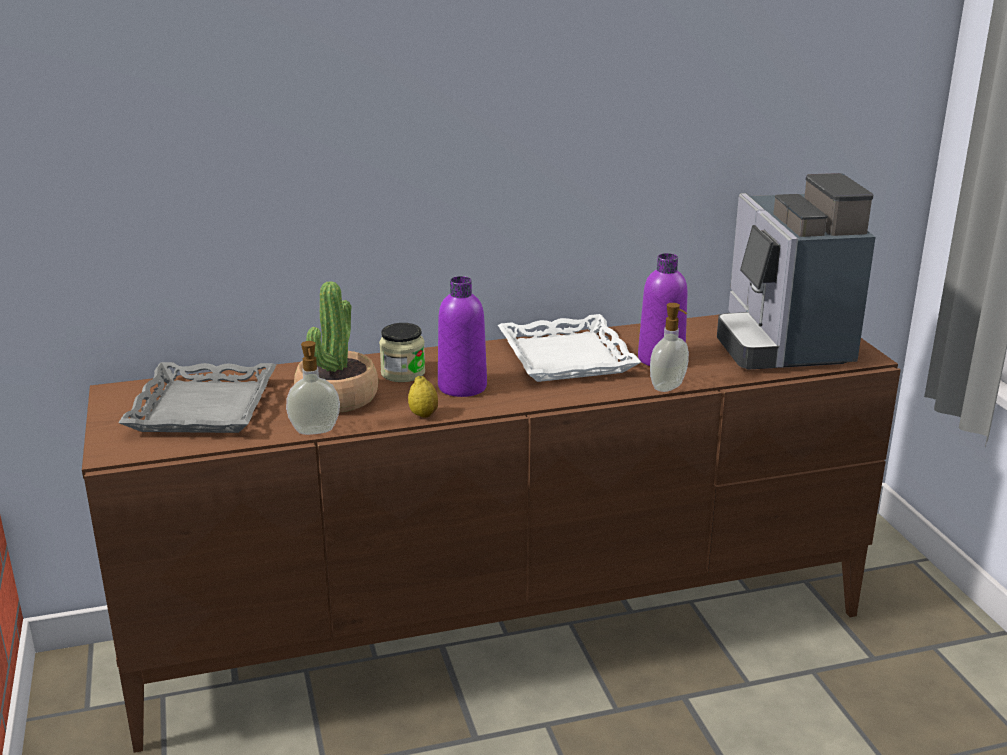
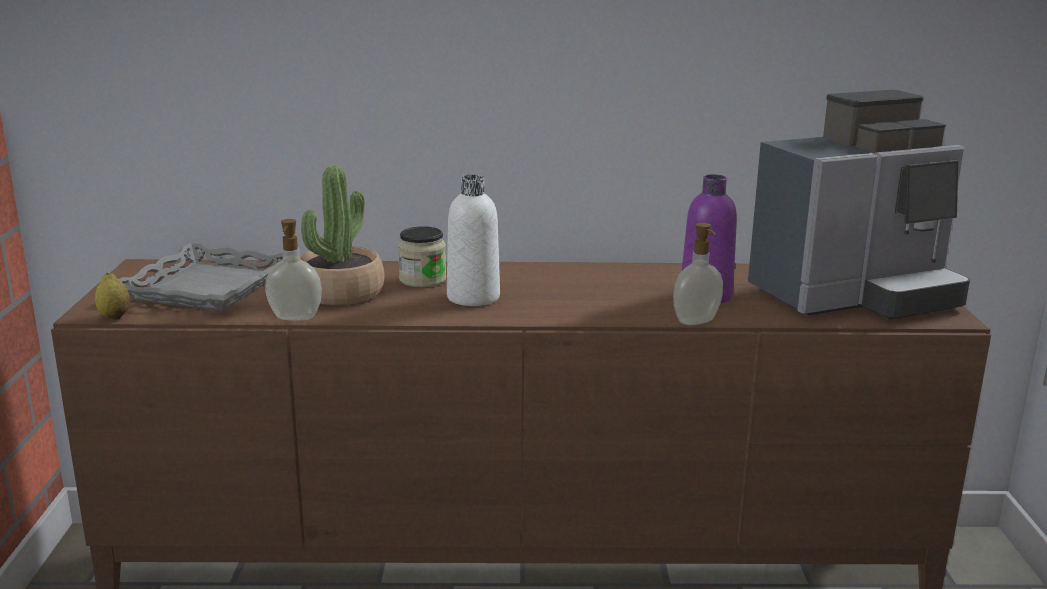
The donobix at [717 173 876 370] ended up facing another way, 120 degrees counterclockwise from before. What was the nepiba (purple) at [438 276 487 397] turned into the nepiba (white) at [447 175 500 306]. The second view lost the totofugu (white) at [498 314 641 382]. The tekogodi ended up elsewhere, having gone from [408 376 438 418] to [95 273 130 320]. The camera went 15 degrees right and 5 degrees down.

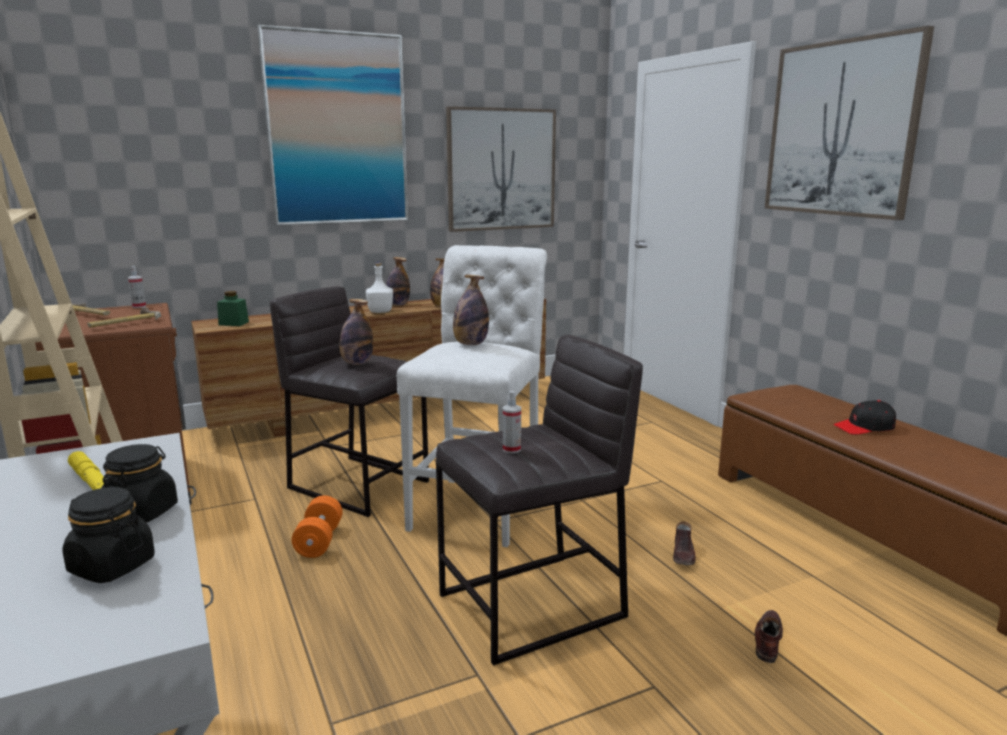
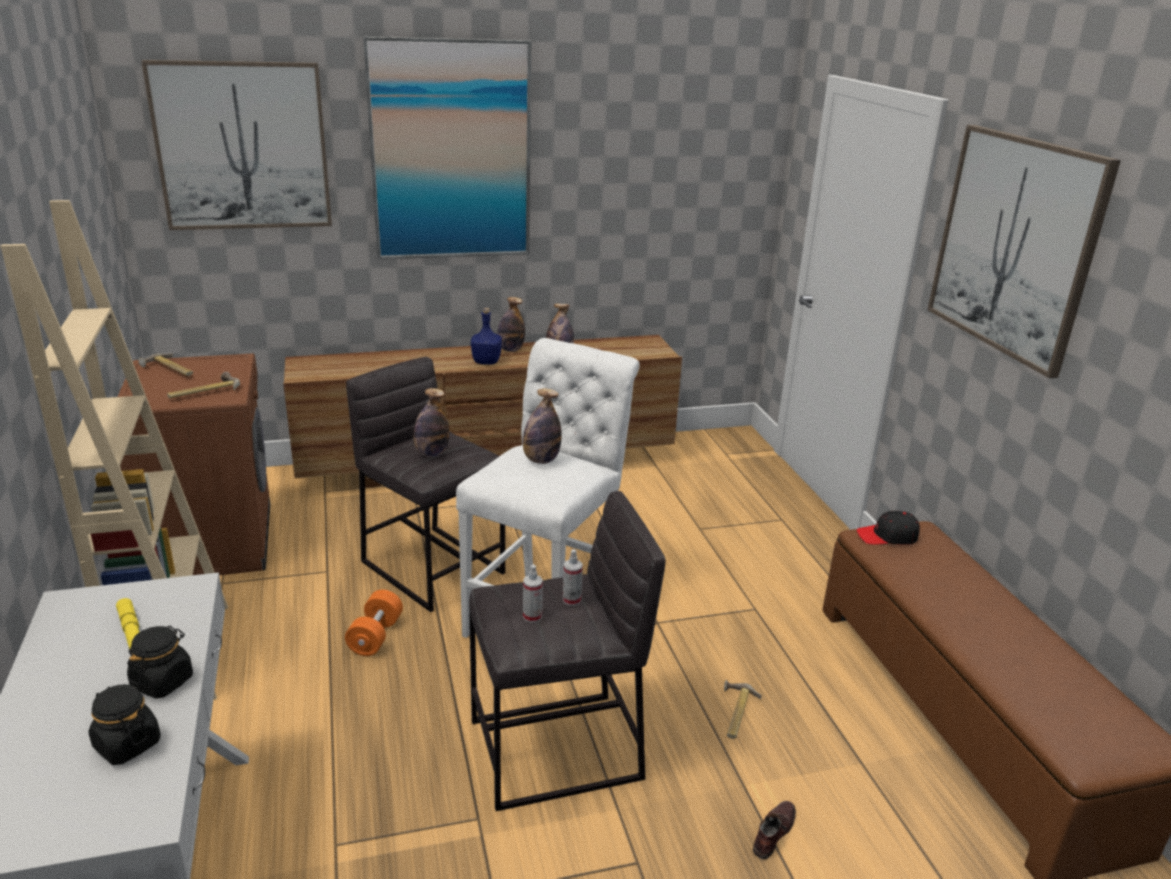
The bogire ended up elsewhere, having gone from [446 106 556 232] to [141 60 332 230]. What was the nepiba (white) at [366 262 393 313] turned into the nepiba (blue) at [471 308 502 365]. The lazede ended up elsewhere, having gone from [128 266 146 308] to [563 549 583 606]. The second view lost the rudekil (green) at [217 291 249 326]. The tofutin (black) ended up elsewhere, having gone from [833 400 896 435] to [857 511 920 545]. Where the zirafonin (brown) stood at [673 521 696 565], the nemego came to stand at [724 680 761 739]. The camera went 10 degrees right and 10 degrees up.

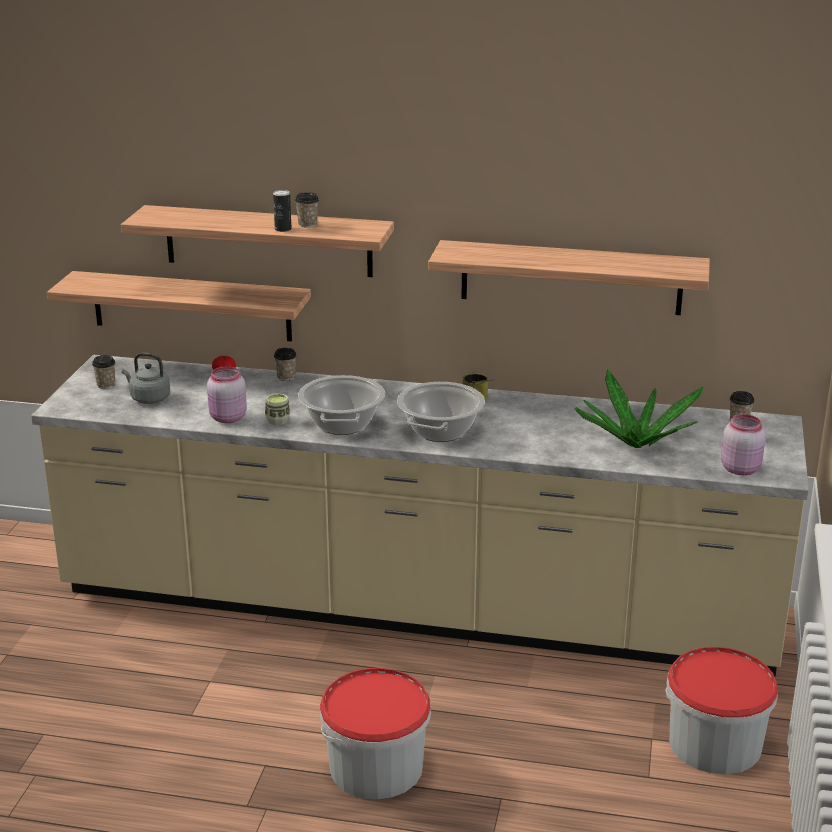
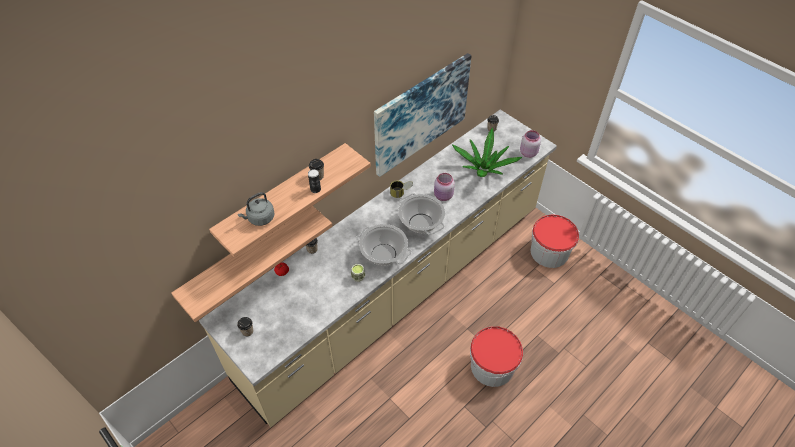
Where the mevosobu hung at [428 240 710 315], the bogire came to hang at [374 53 472 177]. The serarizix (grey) ended up elsewhere, having gone from [122 353 170 404] to [238 192 274 226]. The rudekil (pink) ended up elsewhere, having gone from [207 366 247 423] to [434 173 455 201]. The camera went 55 degrees left and 25 degrees up.

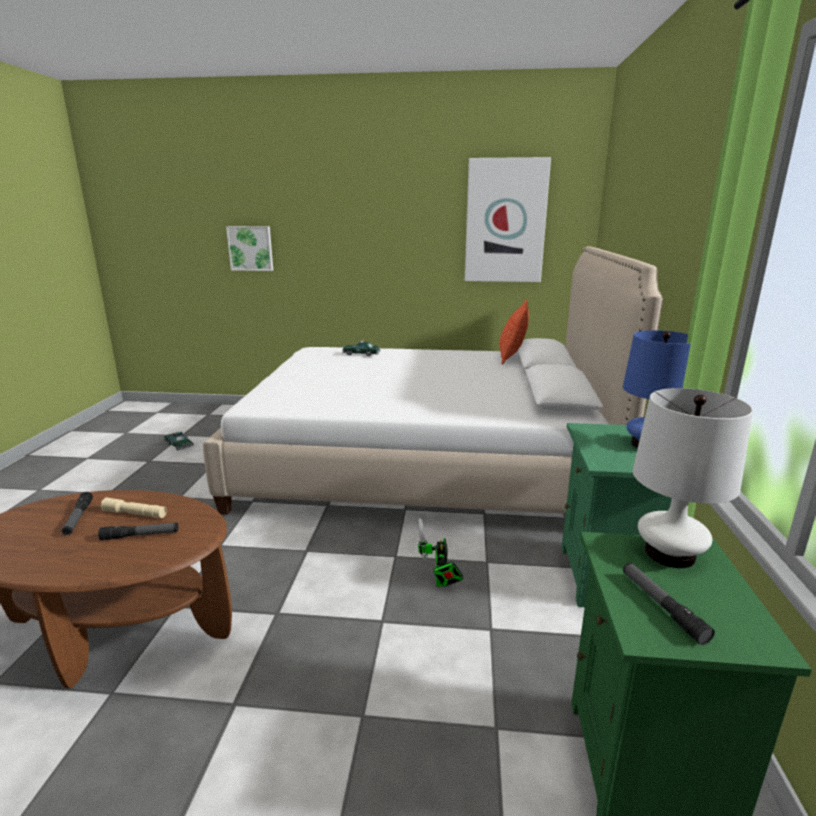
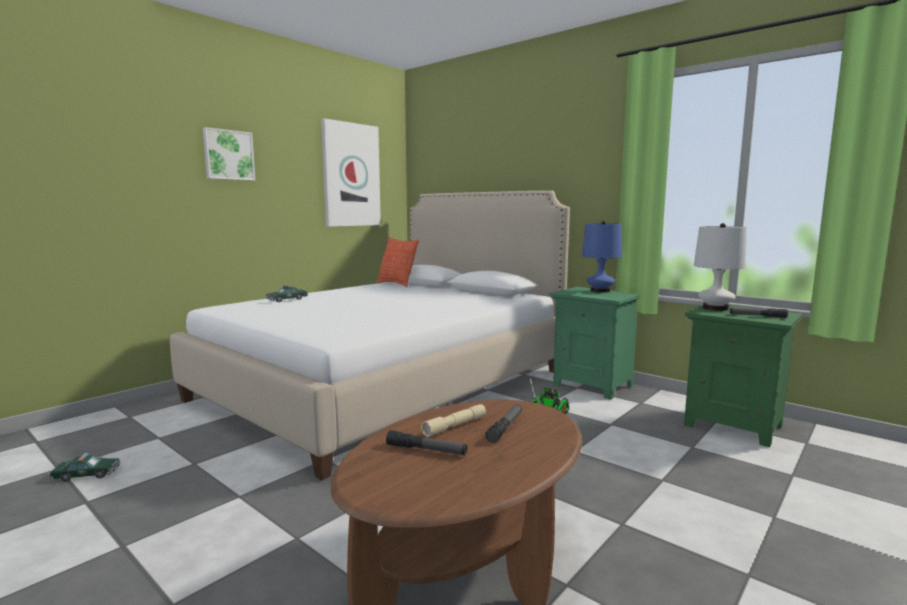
The bogire ended up elsewhere, having gone from [226 226 273 271] to [203 127 255 181]. The camera went 55 degrees left and 10 degrees down.

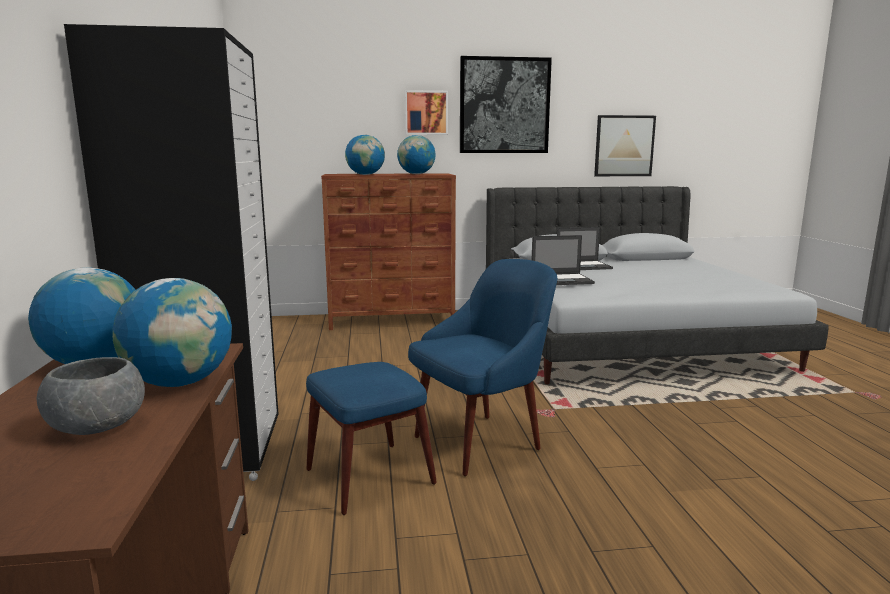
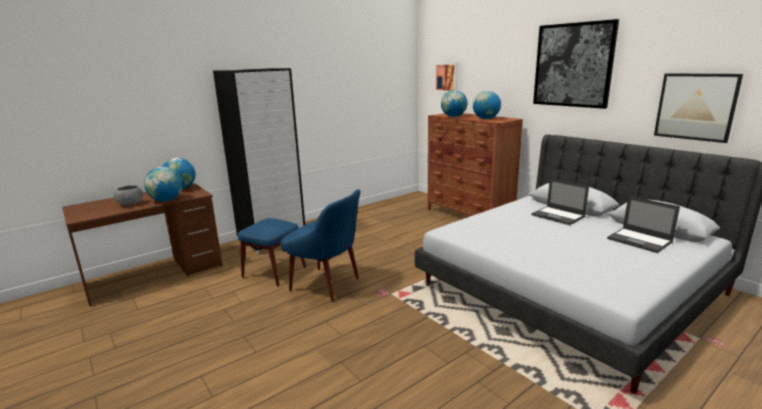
The bogire ended up elsewhere, having gone from [405 90 448 135] to [435 63 458 92]. The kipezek ended up elsewhere, having gone from [532 235 595 285] to [607 196 680 253]. The camera went 60 degrees right and 5 degrees up.

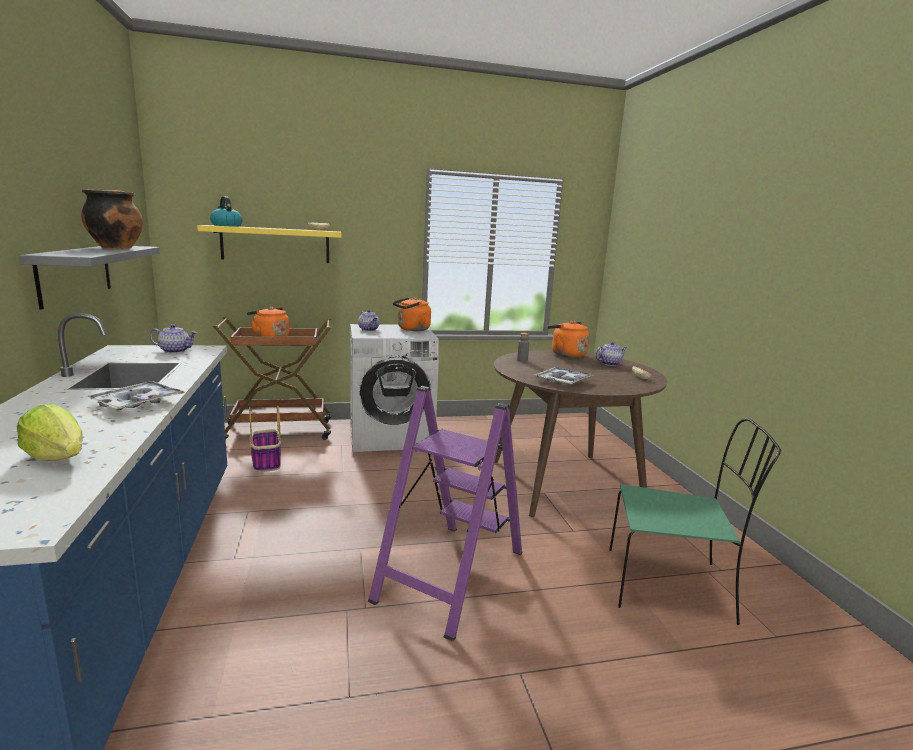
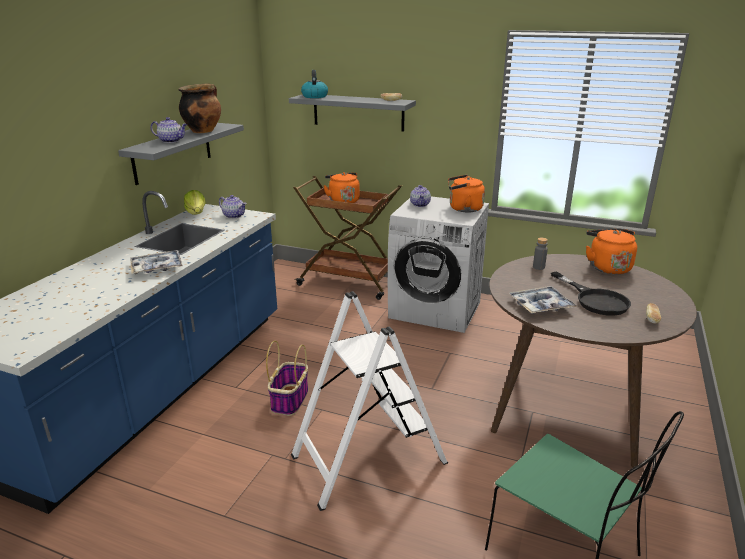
What was the mevosobu (yellow) at [197 225 341 263] turned into the mevosobu (grey) at [289 94 416 132]. The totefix ended up elsewhere, having gone from [595 342 627 366] to [151 117 187 143]. What was the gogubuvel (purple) at [368 386 523 641] turned into the gogubuvel (white) at [291 291 448 511]. The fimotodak ended up elsewhere, having gone from [17 404 83 461] to [184 190 206 215]. The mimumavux ended up elsewhere, having gone from [249 405 281 472] to [266 341 308 416]. The second view gained the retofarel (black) at [551 271 631 316]. The camera went 35 degrees right and 10 degrees up.

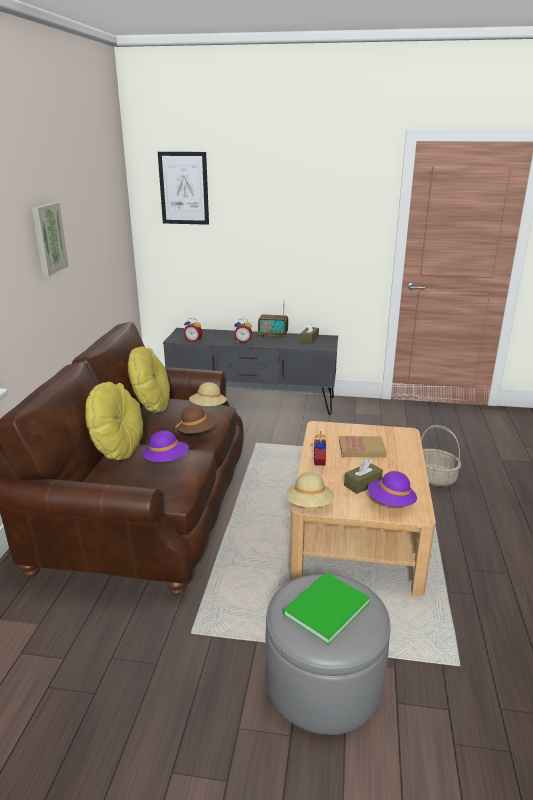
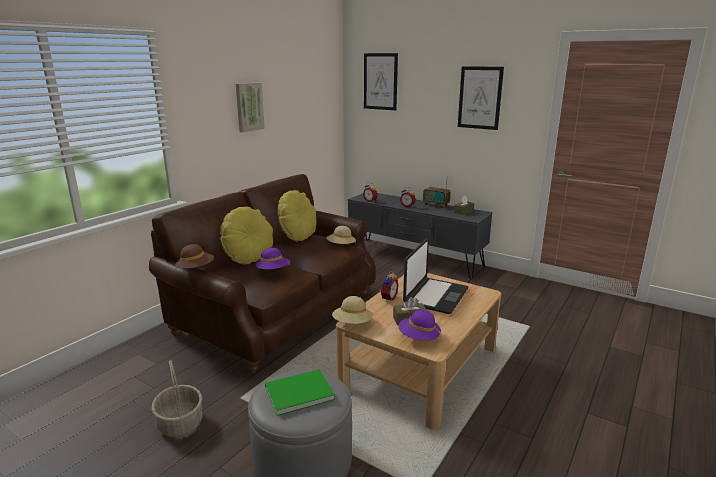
The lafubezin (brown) ended up elsewhere, having gone from [175 405 216 434] to [175 244 214 269]. The mimumavux ended up elsewhere, having gone from [421 425 461 487] to [151 360 202 437]. Where the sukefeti stood at [339 436 387 458], the kipezek came to stand at [403 238 468 314]. The second view gained the bogire at [458 66 504 130]. The camera went 25 degrees right and 5 degrees down.

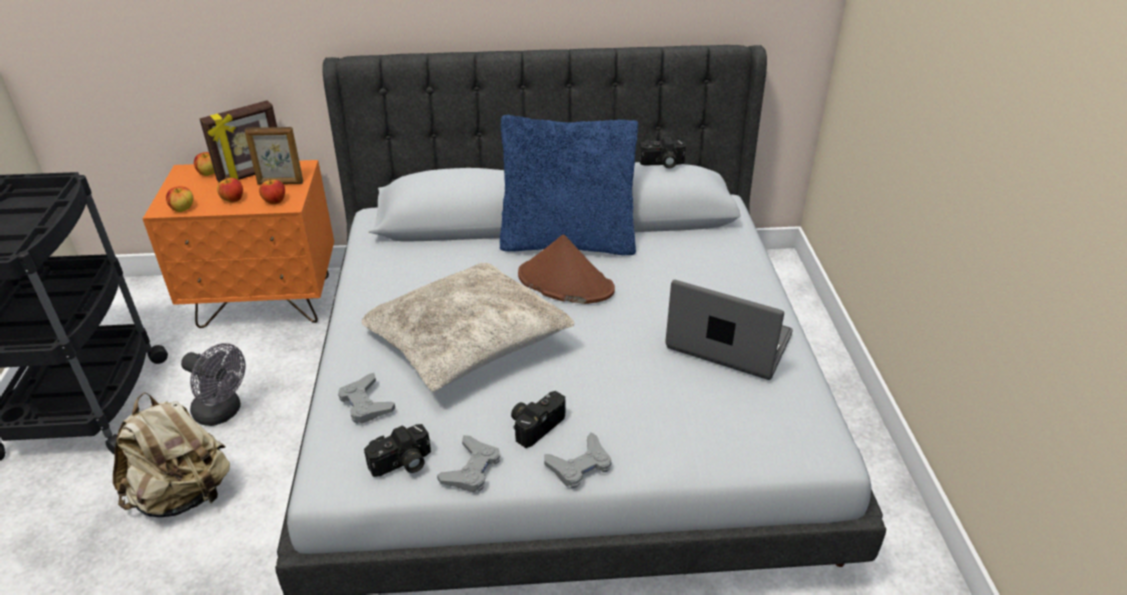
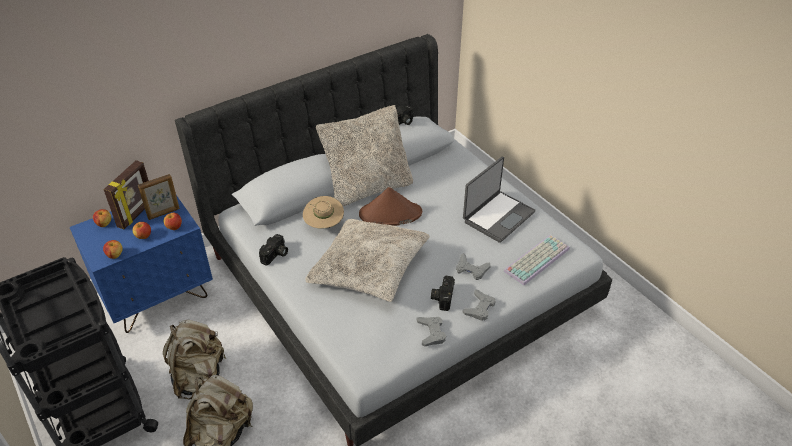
What was the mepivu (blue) at [500 115 639 256] turned into the mepivu (beige) at [316 105 413 207]. What was the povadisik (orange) at [142 160 334 328] turned into the povadisik (blue) at [69 195 213 333]. The kipezek at [665 280 793 380] ended up facing another way, 135 degrees clockwise from before. Where the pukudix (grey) stood at [181 343 245 426], the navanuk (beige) came to stand at [163 320 227 400]. The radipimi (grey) ended up elsewhere, having gone from [338 373 395 424] to [456 253 491 280]. The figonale ended up elsewhere, having gone from [364 424 431 477] to [259 234 288 266]. The second view gained the lafubezin (beige) at [303 196 344 229]. The second view gained the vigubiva at [503 235 570 286]. The camera went 30 degrees left and 5 degrees up.

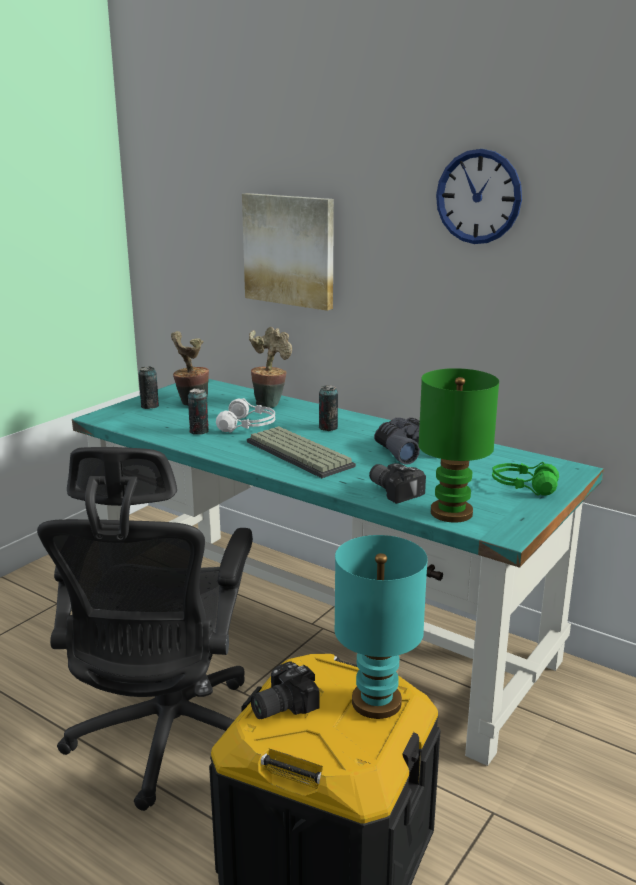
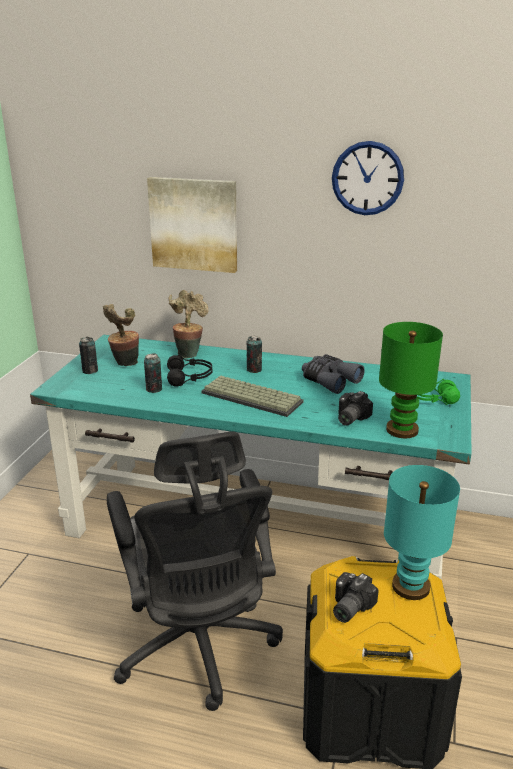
What was the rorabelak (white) at [216 398 275 433] turned into the rorabelak (black) at [167 355 212 387]. The figonale at [369 463 426 504] ended up facing another way, 90 degrees counterclockwise from before. The camera went 20 degrees left and 5 degrees up.

